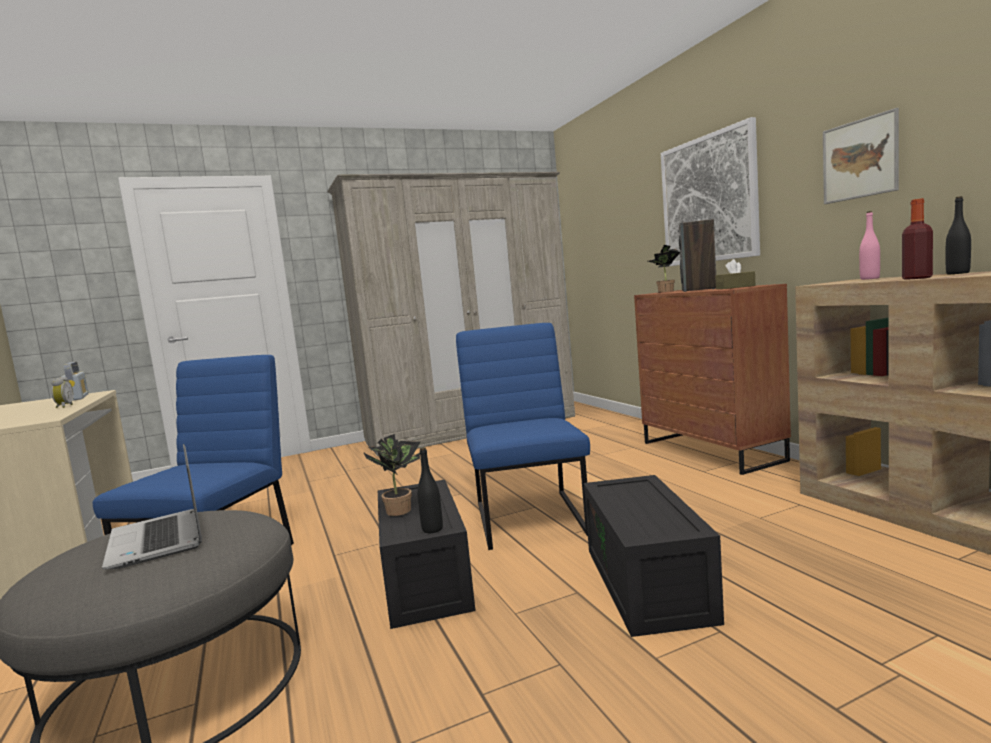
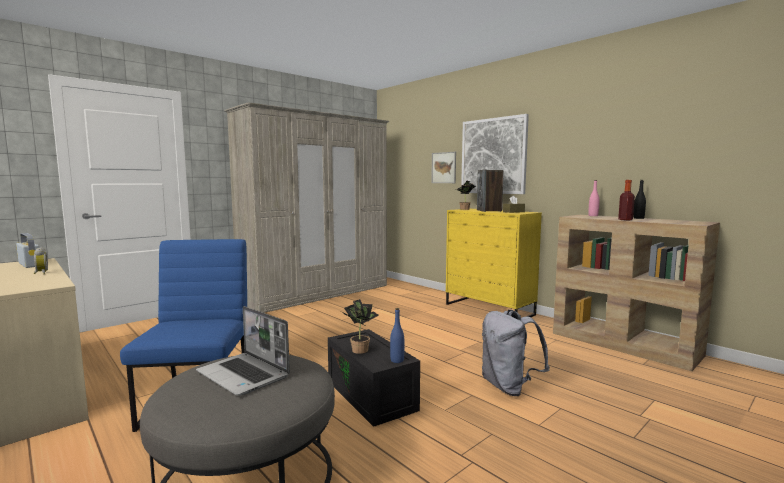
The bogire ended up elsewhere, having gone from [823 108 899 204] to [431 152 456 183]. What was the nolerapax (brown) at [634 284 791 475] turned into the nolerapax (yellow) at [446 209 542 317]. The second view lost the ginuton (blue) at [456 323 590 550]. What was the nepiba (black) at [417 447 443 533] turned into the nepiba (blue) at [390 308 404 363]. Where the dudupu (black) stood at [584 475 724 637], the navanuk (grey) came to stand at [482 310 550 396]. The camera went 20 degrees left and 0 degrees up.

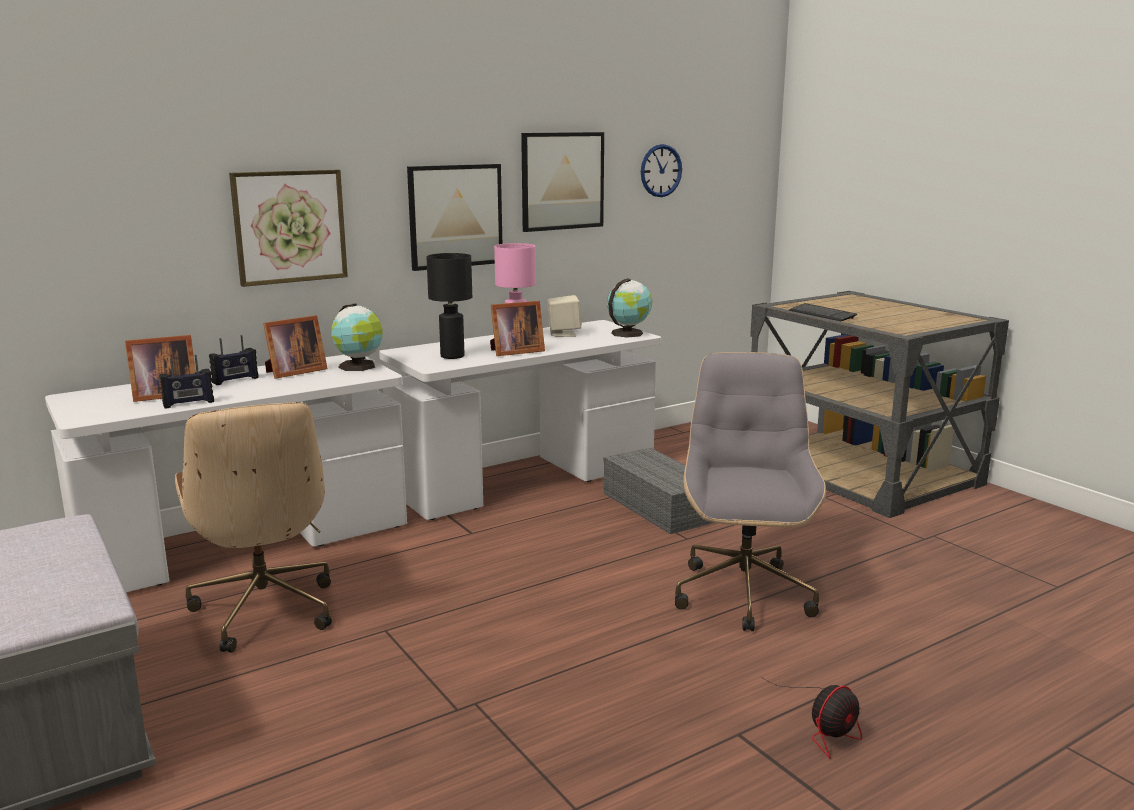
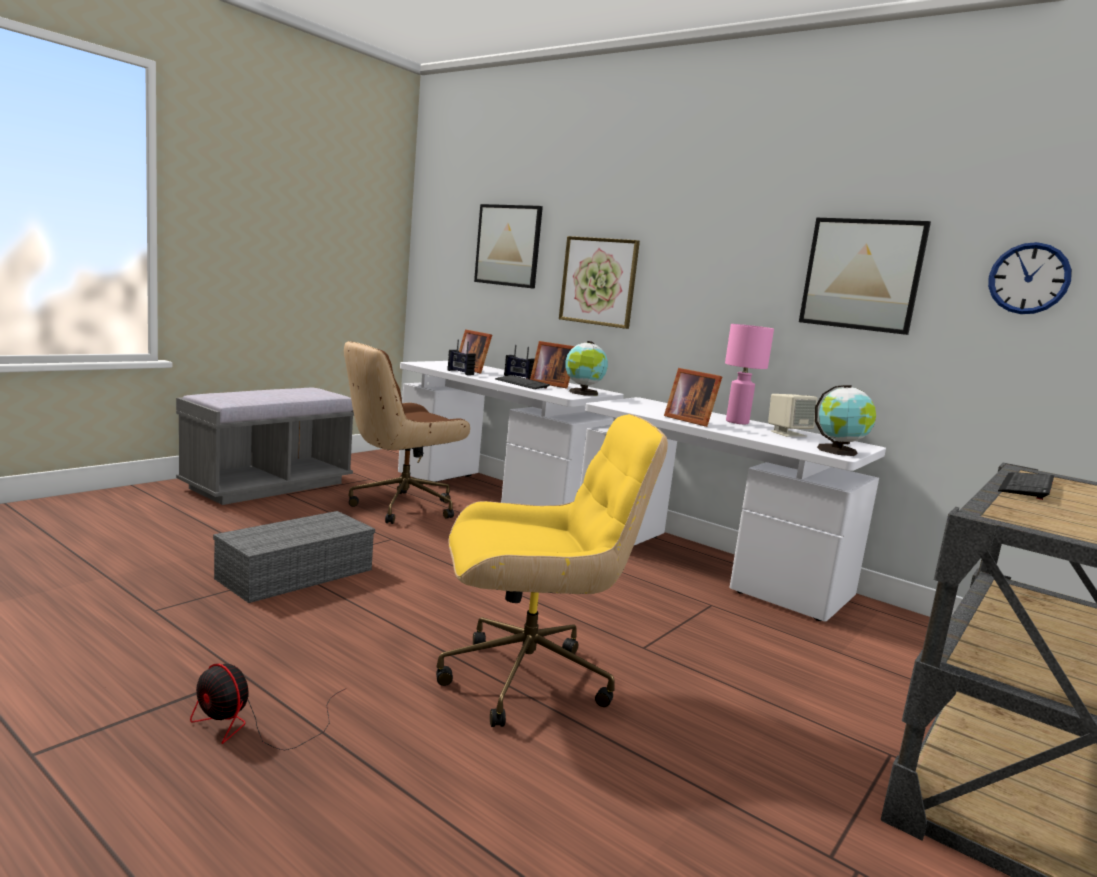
The bogire ended up elsewhere, having gone from [407 164 502 271] to [474 204 543 289]. The second view lost the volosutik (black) at [427 253 472 359]. What was the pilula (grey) at [675 352 826 631] turned into the pilula (yellow) at [436 414 668 727]. The dudupu (grey) ended up elsewhere, having gone from [603 448 714 534] to [213 511 375 603]. The second view gained the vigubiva at [495 375 550 389]. The camera went 70 degrees right and 5 degrees down.

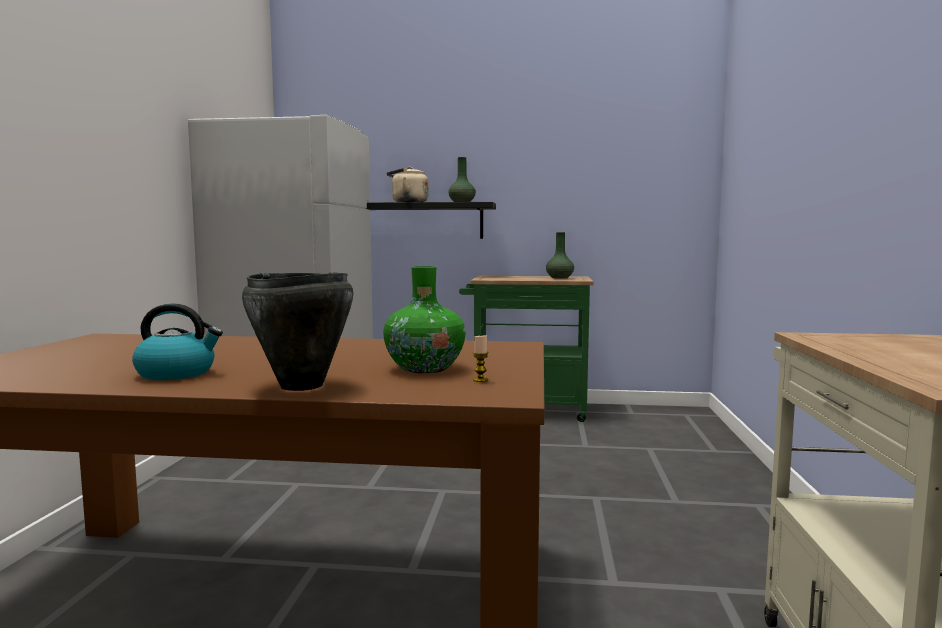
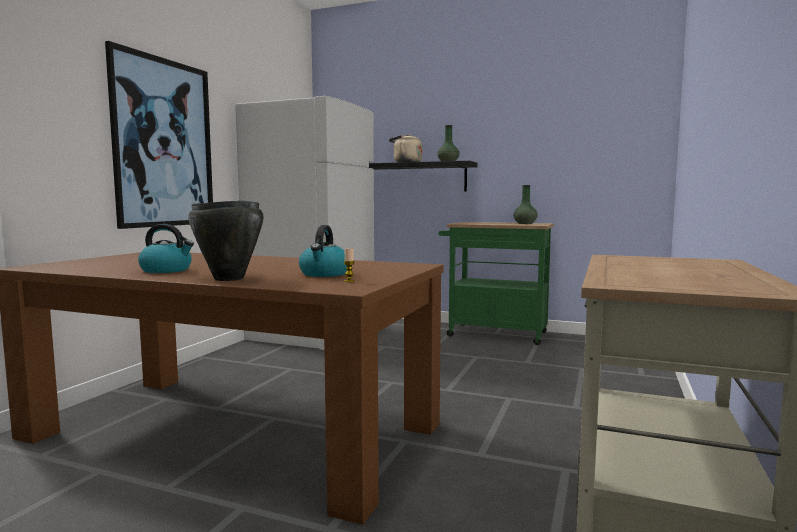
Where the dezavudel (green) stood at [383 266 465 373], the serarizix came to stand at [299 225 347 277]. The second view gained the bogire at [105 41 213 229]. The camera went 15 degrees right and 0 degrees up.

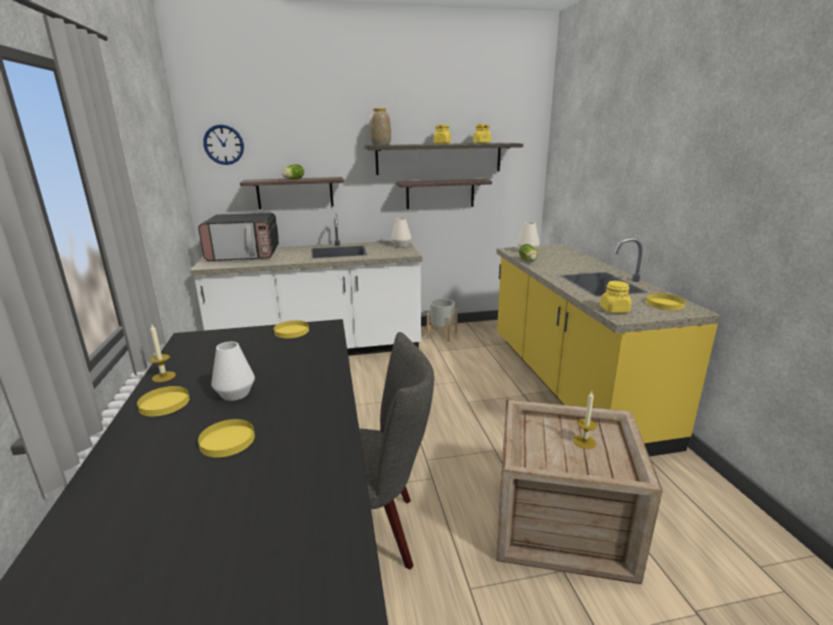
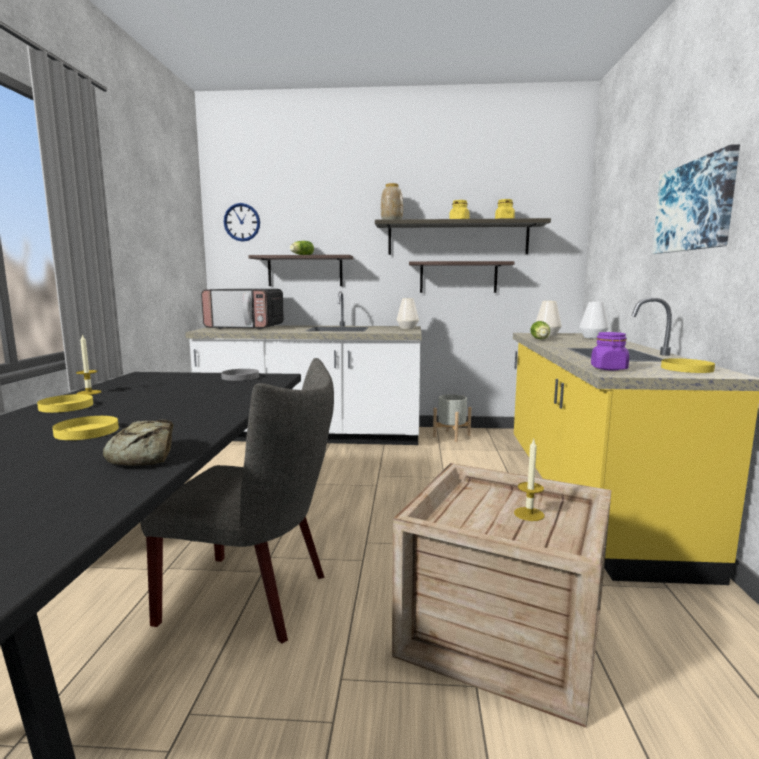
What was the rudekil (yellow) at [600 281 631 313] turned into the rudekil (purple) at [591 332 629 370]. What was the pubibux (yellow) at [274 320 309 338] turned into the pubibux (grey) at [221 369 259 381]. The dezavudel (white) ended up elsewhere, having gone from [211 342 255 401] to [579 302 609 339]. The second view gained the bogire at [652 144 740 254]. The second view gained the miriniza at [103 420 173 466]. The camera went 15 degrees right and 10 degrees down.

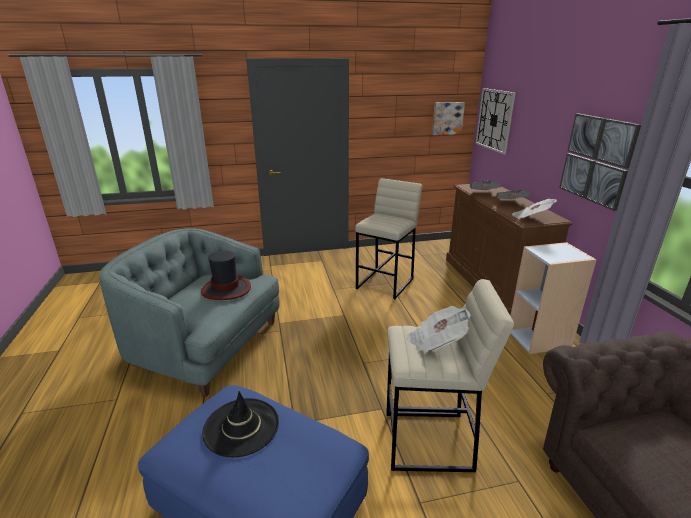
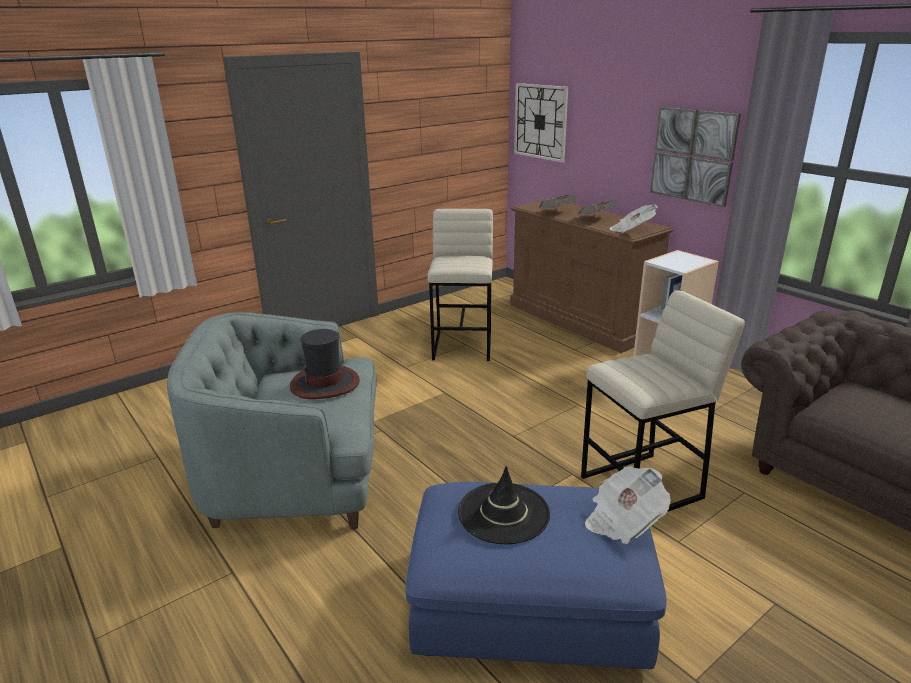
The second view lost the bogire at [432 102 465 135]. The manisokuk ended up elsewhere, having gone from [407 306 471 354] to [585 466 671 544]. The camera went 25 degrees left and 0 degrees up.

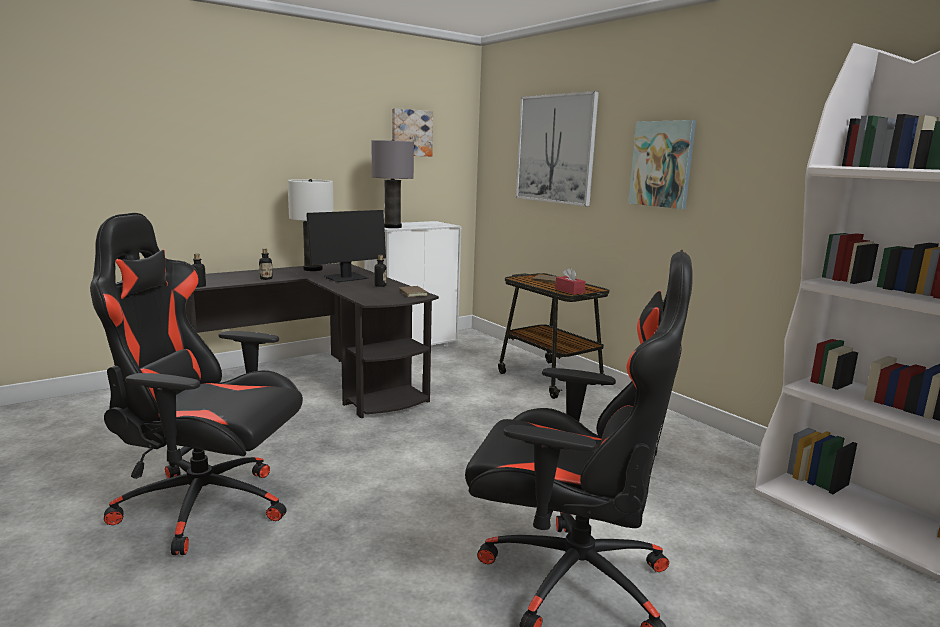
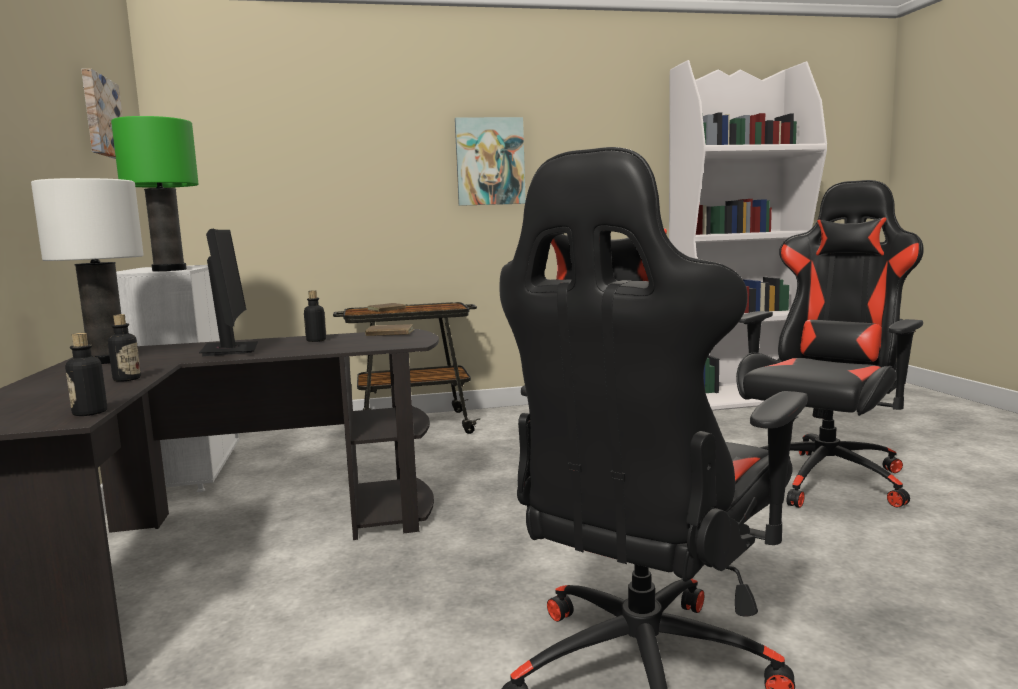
The second view lost the bogire at [516 91 599 206]. What was the volosutik (grey) at [372 140 414 228] turned into the volosutik (green) at [111 116 199 271]. The second view lost the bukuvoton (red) at [555 267 585 294]. The camera went 65 degrees left and 5 degrees down.

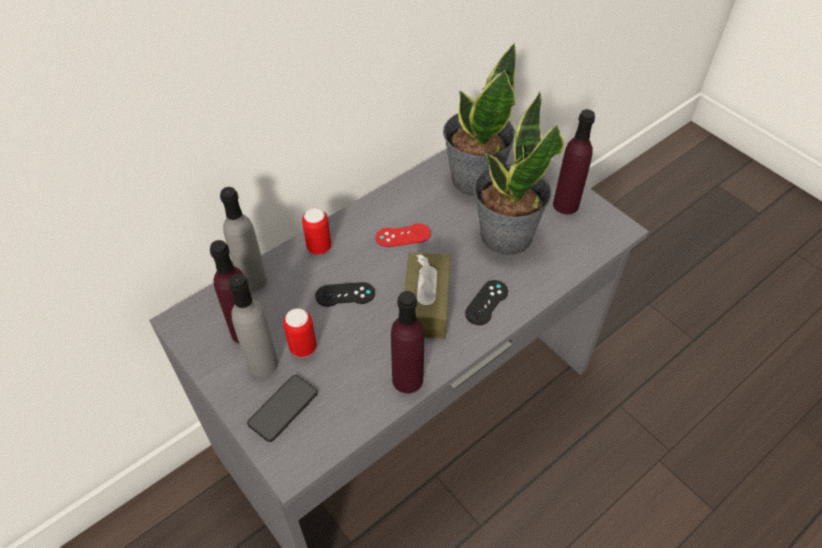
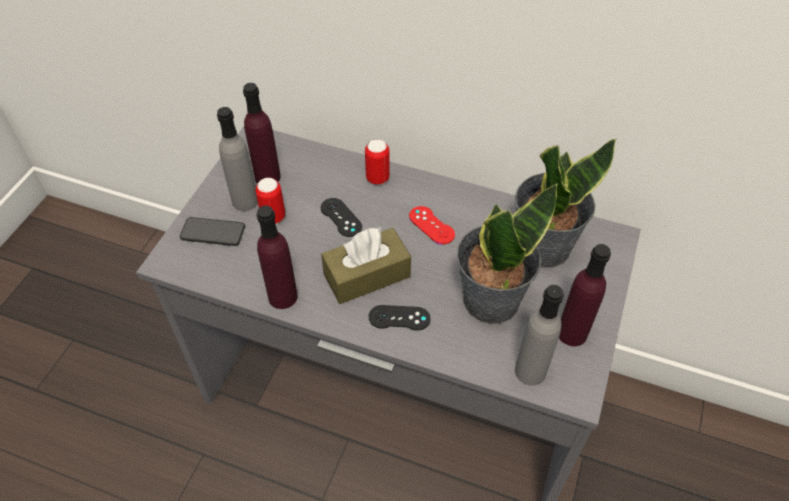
The nepiba (grey) ended up elsewhere, having gone from [220 187 267 292] to [515 285 564 386]. The camera went 60 degrees right and 0 degrees up.

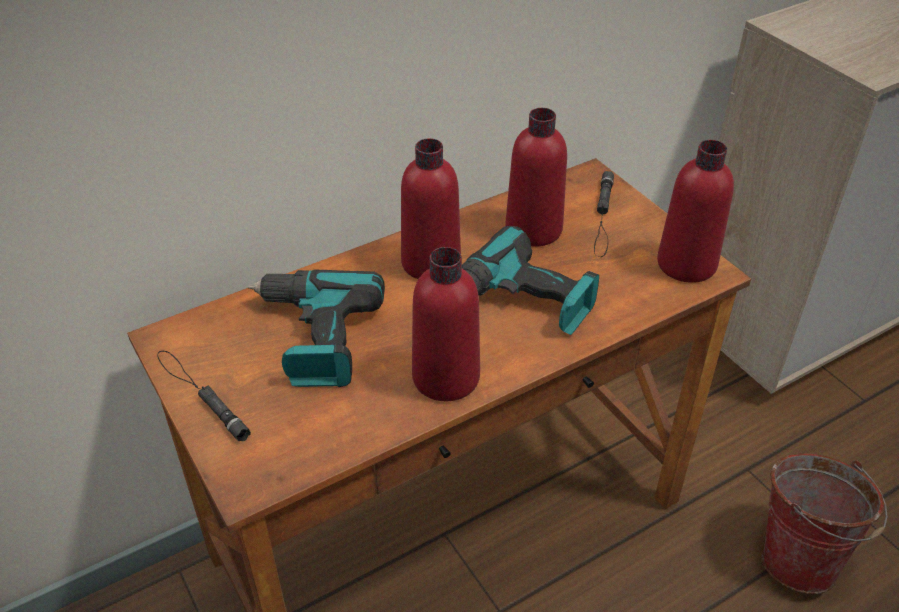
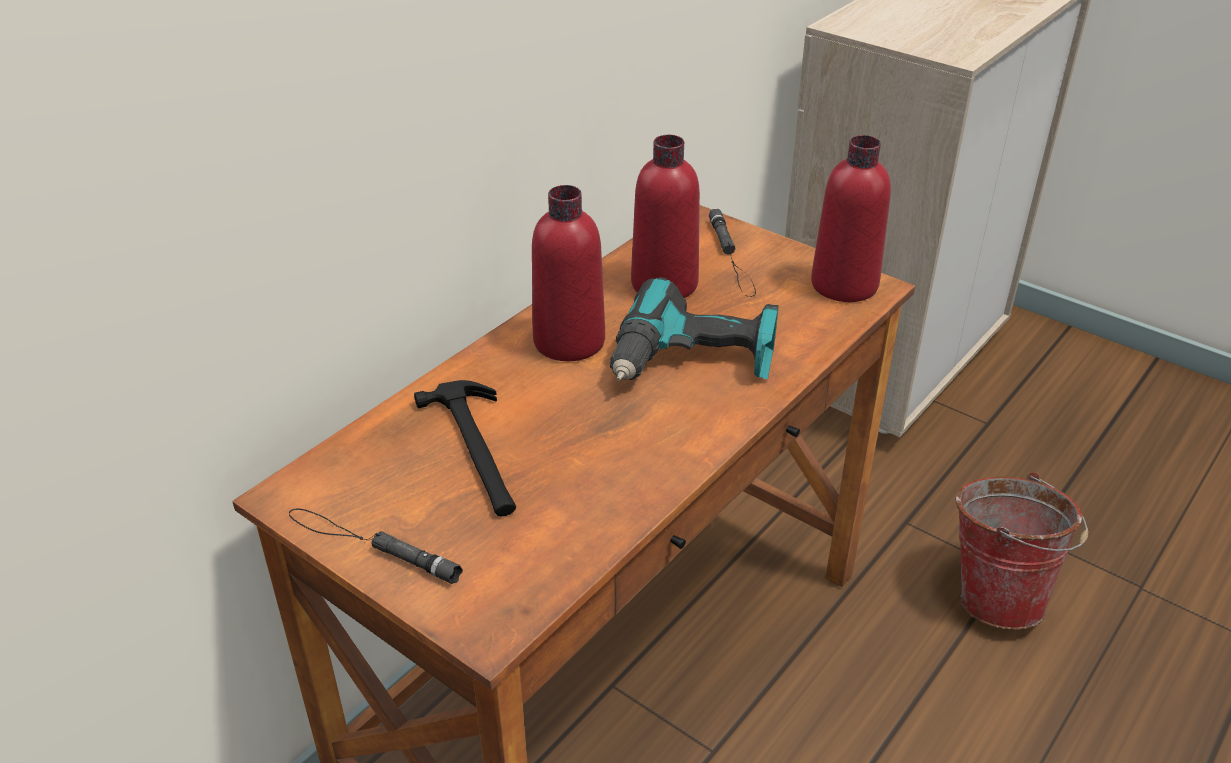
The second view lost the nepiba (red) at [412 247 480 401]. Where the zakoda stood at [248 269 385 387], the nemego came to stand at [414 380 516 516]. The camera went 20 degrees left and 5 degrees down.

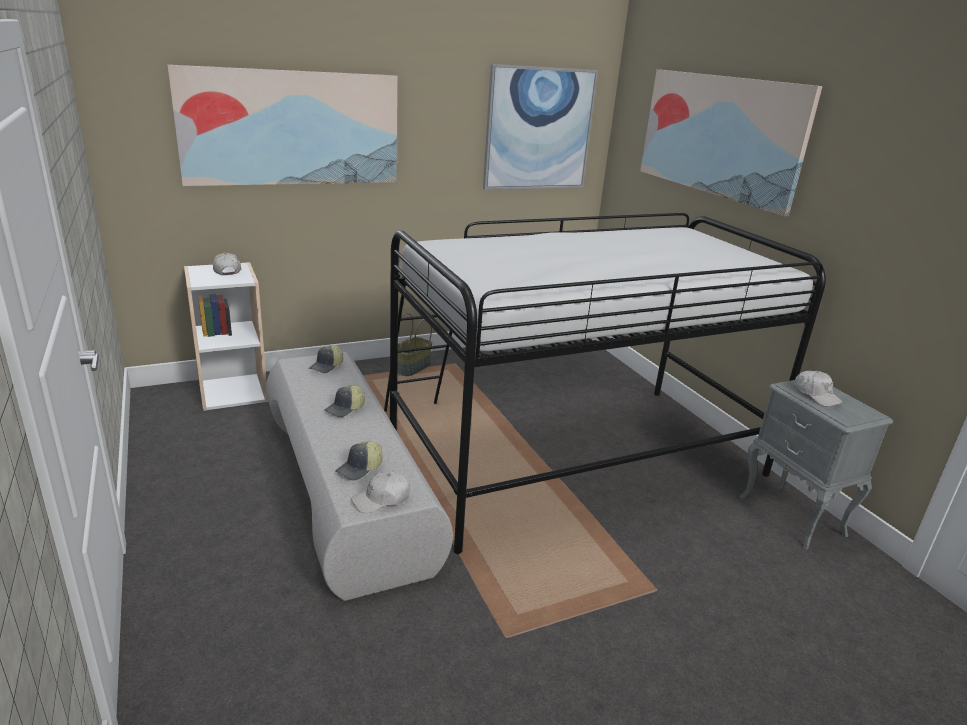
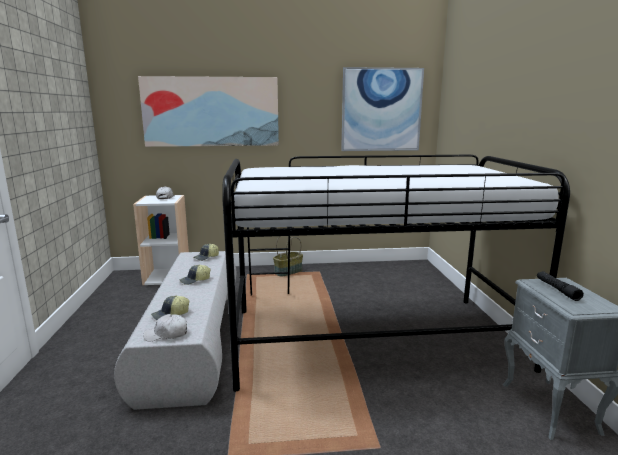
The second view lost the bogire at [640 69 823 216]. Where the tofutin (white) stood at [794 371 844 407], the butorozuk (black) came to stand at [537 271 584 301]. The camera went 20 degrees right and 10 degrees down.

